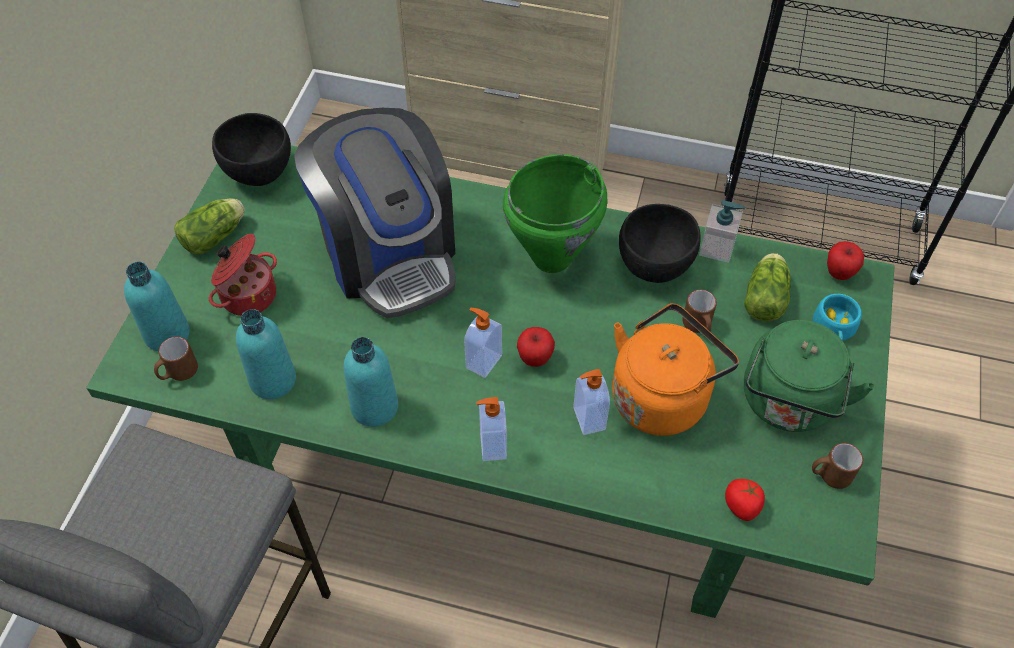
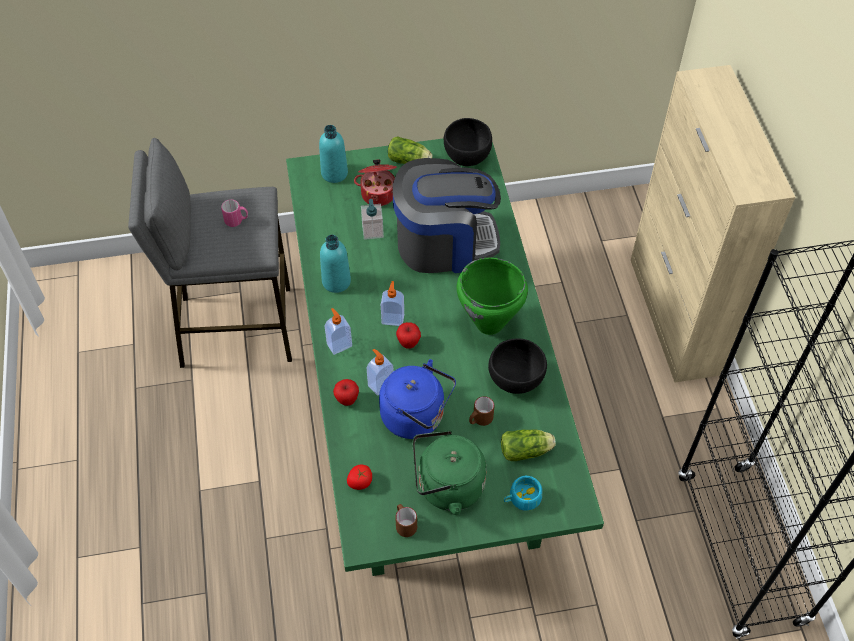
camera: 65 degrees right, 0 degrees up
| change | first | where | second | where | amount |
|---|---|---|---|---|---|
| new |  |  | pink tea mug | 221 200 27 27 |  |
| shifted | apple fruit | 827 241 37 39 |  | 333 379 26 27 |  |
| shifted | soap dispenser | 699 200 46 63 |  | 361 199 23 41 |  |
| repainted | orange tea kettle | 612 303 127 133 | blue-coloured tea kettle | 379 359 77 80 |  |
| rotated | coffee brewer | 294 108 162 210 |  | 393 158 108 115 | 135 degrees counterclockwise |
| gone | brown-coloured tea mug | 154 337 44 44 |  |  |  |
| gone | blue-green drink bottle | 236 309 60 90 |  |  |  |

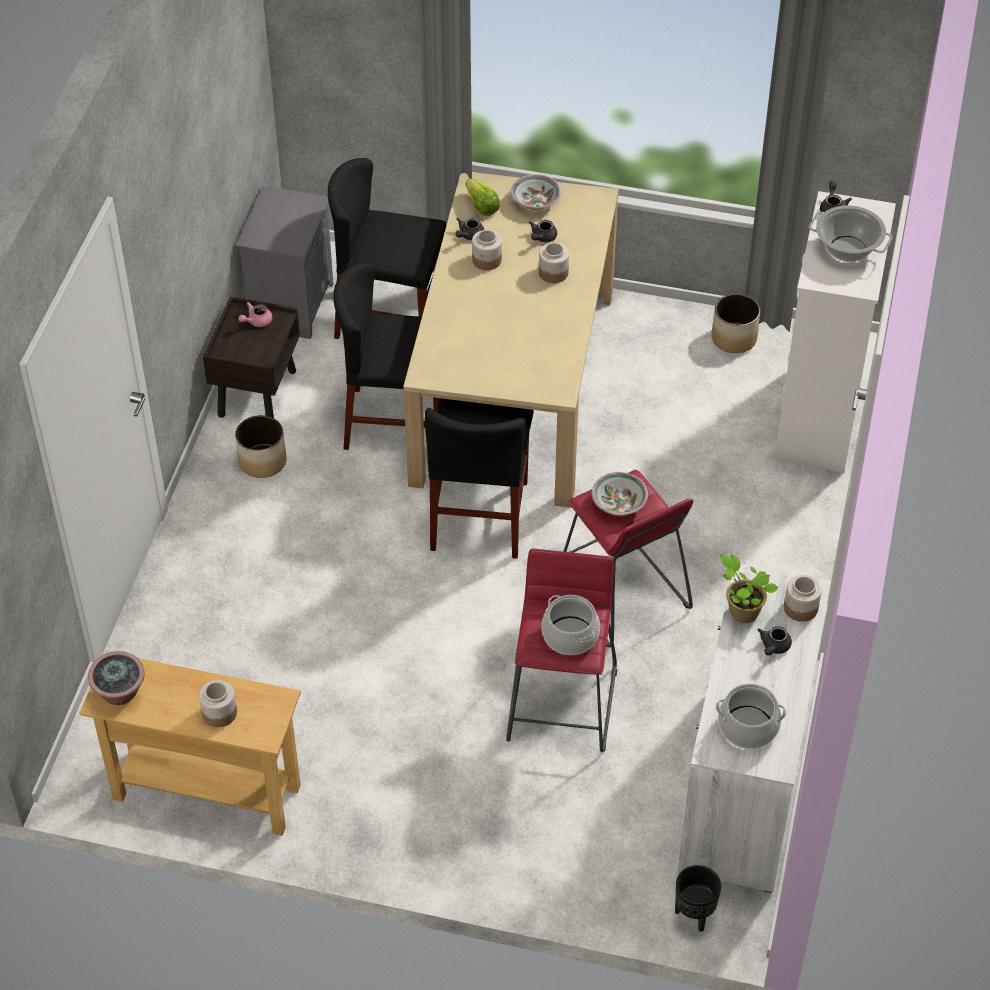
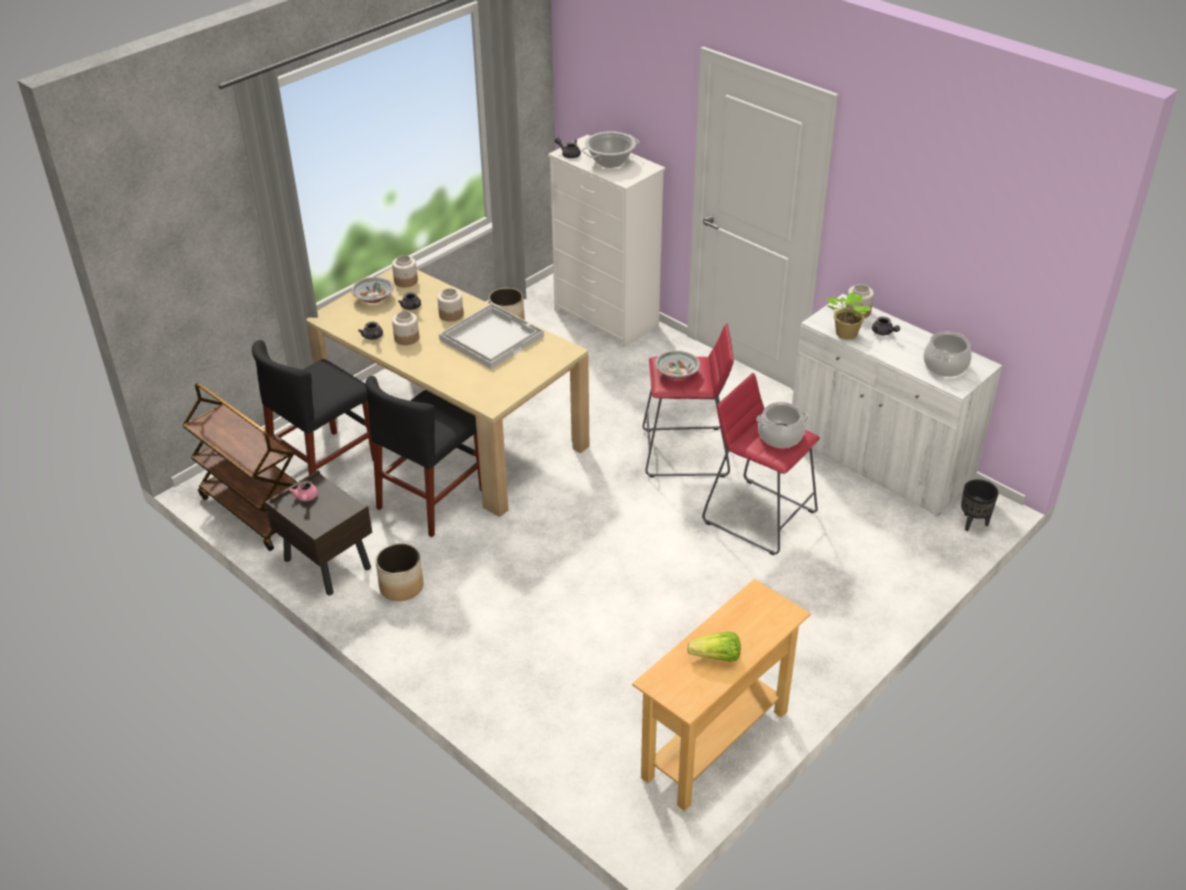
camera: 60 degrees left, 10 degrees down
| change | first | where | second | where | amount |
|---|---|---|---|---|---|
| swapped | gray bedside table | 235 186 98 153 | brown-coloured trolley | 182 383 115 168 |  |
| shifted | preserve jar | 199 680 38 47 |  | 392 255 26 32 |  |
| new |  |  | white-coloured tray | 439 303 105 66 |  |
| shifted | head of lettuce | 466 179 34 37 |  | 687 632 54 30 |  |
| gone | houseplant | 88 651 57 54 |  |  |  |
| gone | black-coloured upright chair | 425 398 109 160 |  |  |  |

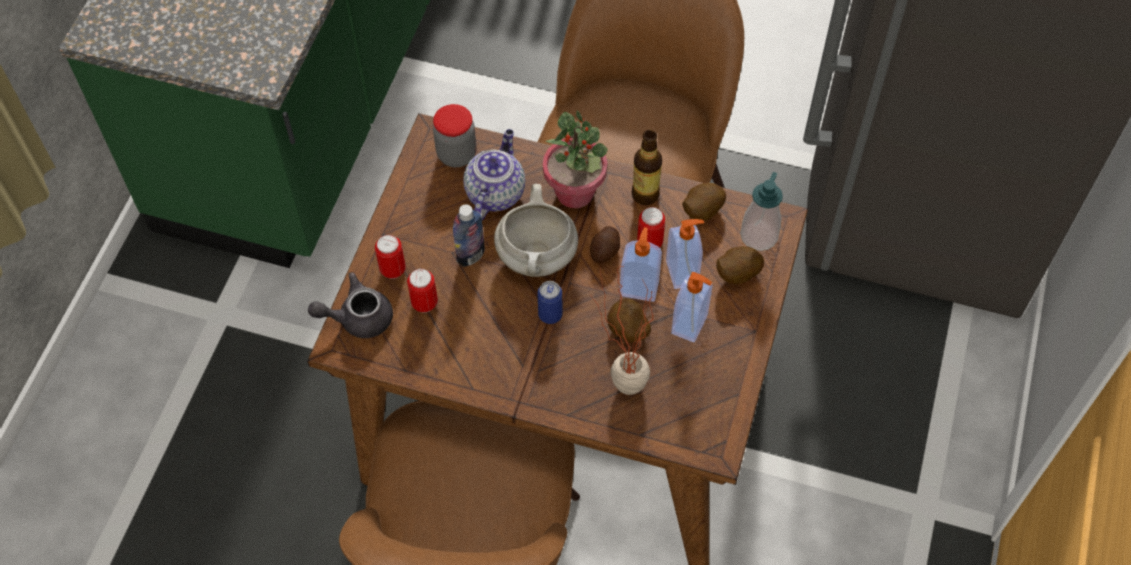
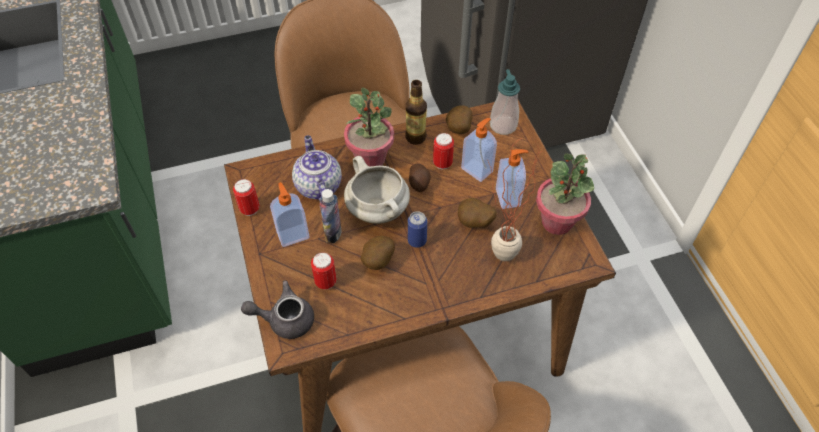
camera: 35 degrees left, 5 degrees down
| change | first | where | second | where | amount |
|---|---|---|---|---|---|
| shifted | sealed can | 375 235 31 44 |  | 233 179 27 37 |  |
| rotated | gray tea pot | 308 272 85 66 |  | 241 280 73 59 | 45 degrees clockwise |
| shifted | soap dispenser | 619 227 43 75 |  | 270 182 40 65 |  |
| shifted | spud | 716 246 48 38 |  | 361 236 34 34 |  |
| new |  |  | houseplant | 536 154 58 81 |  |
| gone | preserve jar | 433 104 43 63 |  |  |  |

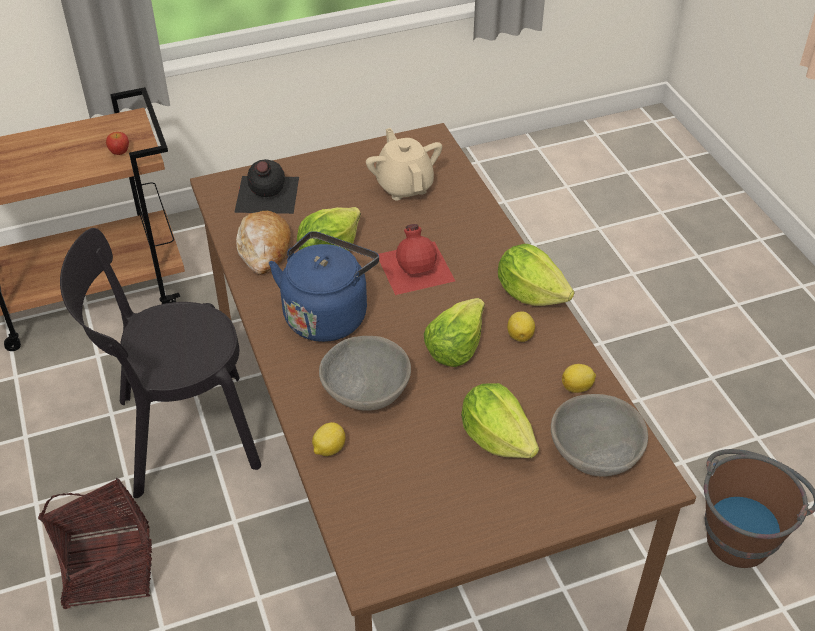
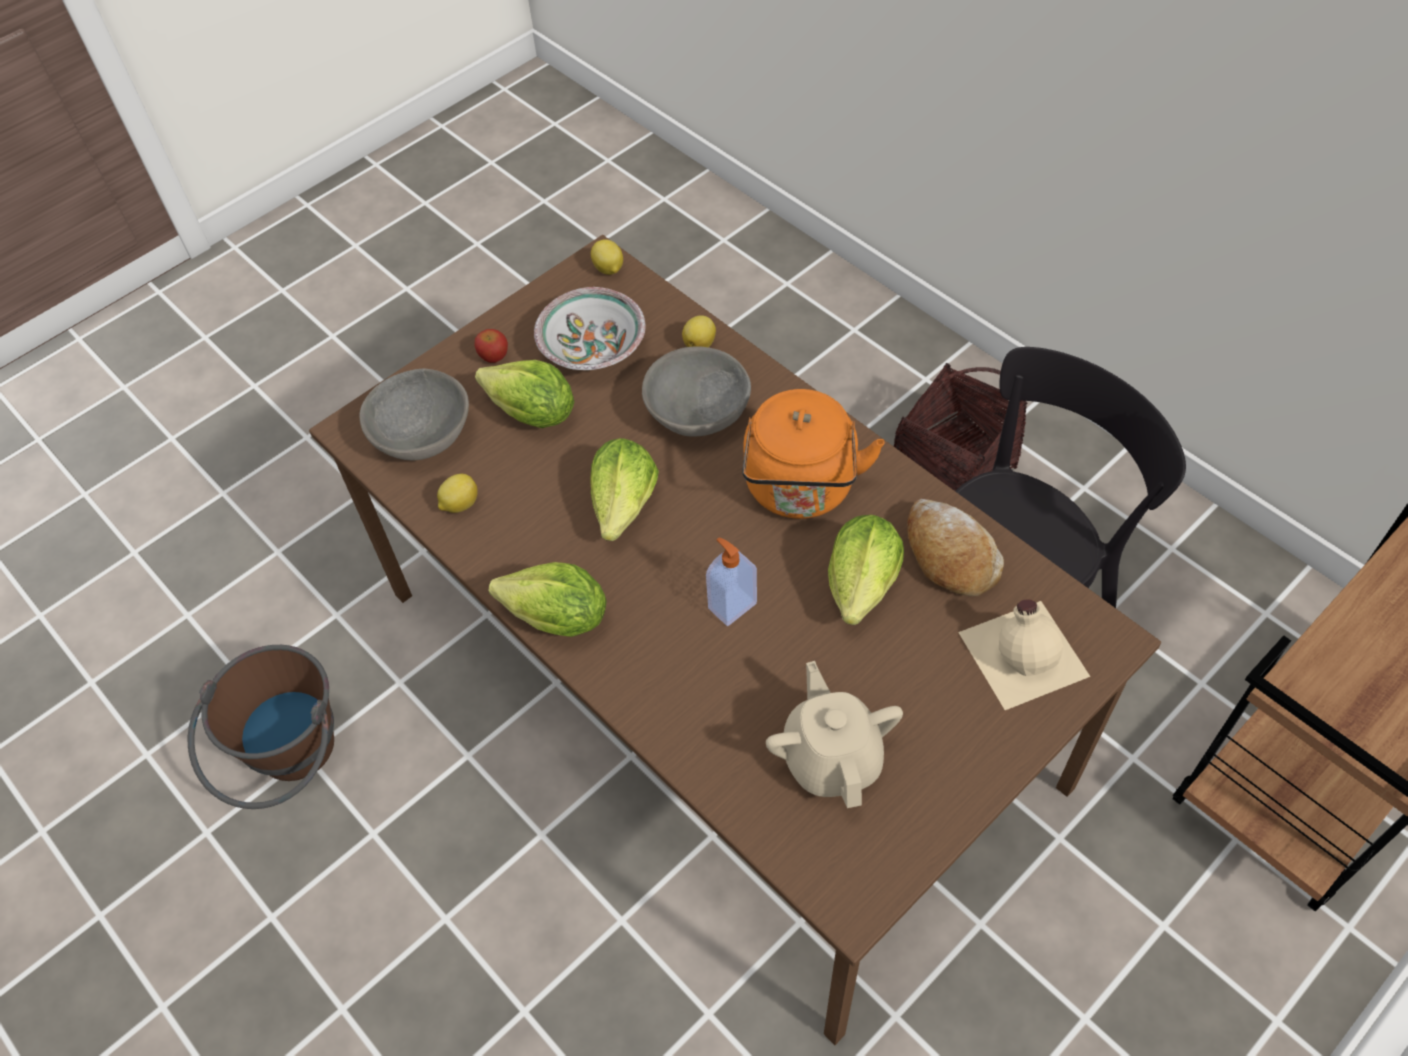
camera: 160 degrees right, 10 degrees up
| change | first | where | second | where | amount |
|---|---|---|---|---|---|
| shifted | apple fruit | 106 132 23 23 |  | 474 329 34 34 |  |
| new |  |  | deep dish | 534 287 111 83 |  |
| shifted | lemon | 507 311 28 31 |  | 591 239 32 36 |  |
| swapped | red-coloured drink bottle | 378 224 77 71 | soap dispenser | 706 538 51 88 |  |
| repainted | blue-coloured tea kettle | 269 231 110 111 | orange tea kettle | 743 389 142 130 |  |
| rotated | sand-coloured tea pot | 366 128 76 72 |  | 766 661 137 147 | 150 degrees counterclockwise |
| repainted | black-coloured drink bottle | 234 159 65 55 | sand-coloured drink bottle | 958 599 133 111 |  |

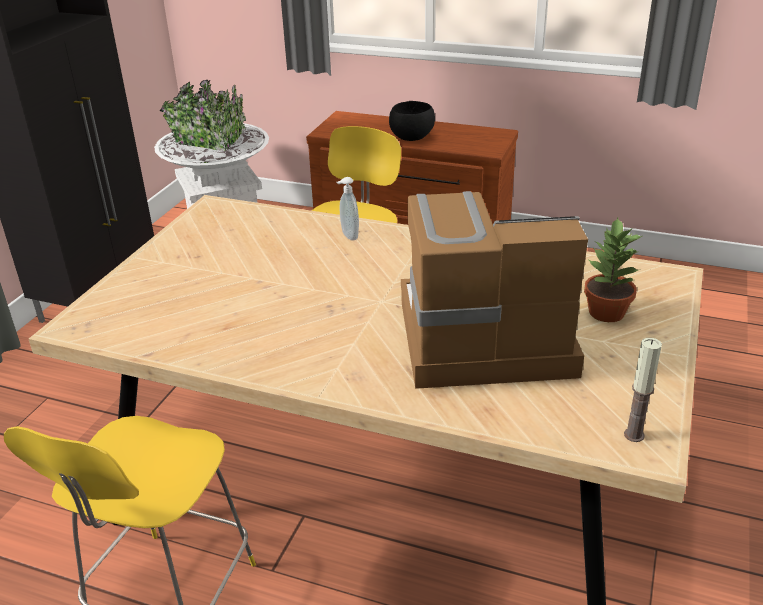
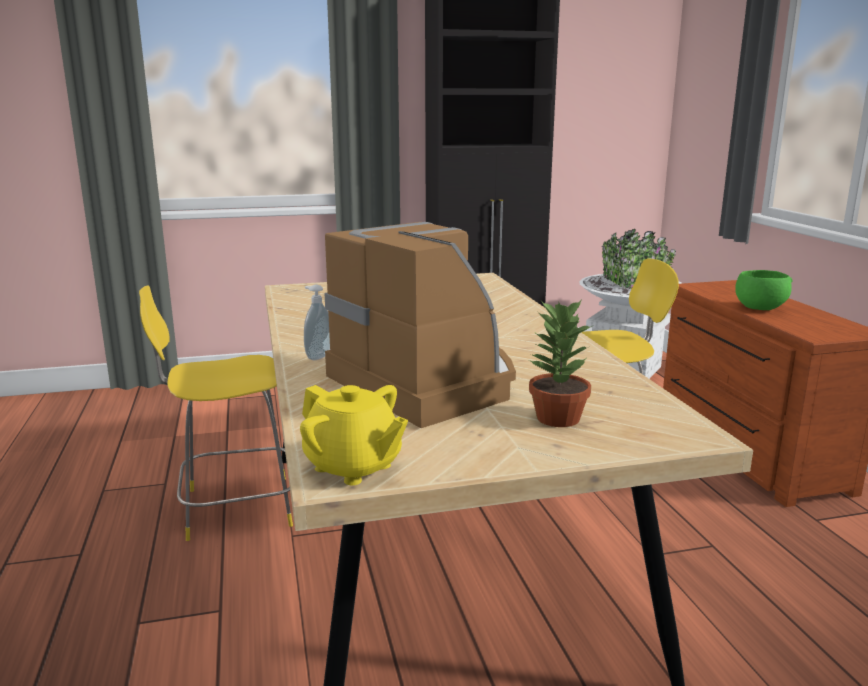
camera: 55 degrees right, 15 degrees down
| change | first | where | second | where | amount |
|---|---|---|---|---|---|
| swapped | wax light | 624 338 38 104 | yellow-coloured tea pot | 300 385 108 100 |  |
| shifted | soap dispenser | 336 177 23 64 |  | 304 284 26 76 |  |
| repainted | black-coloured deep dish | 389 101 46 40 | greenish deep dish | 735 270 58 40 |  |

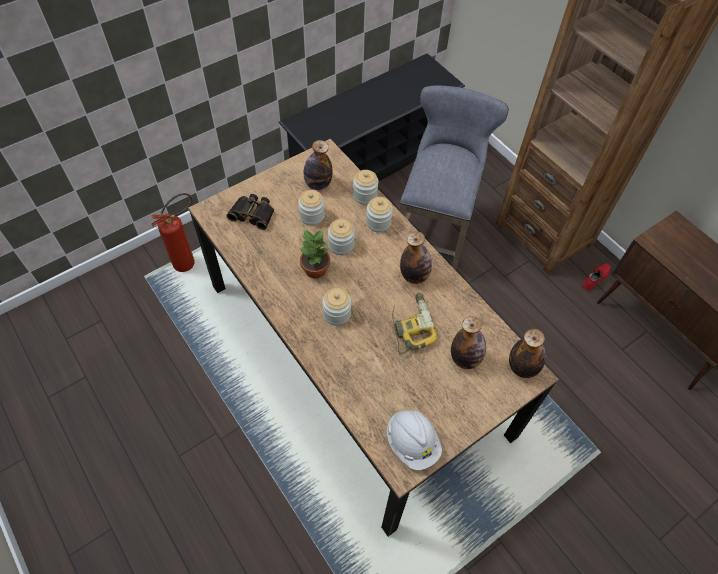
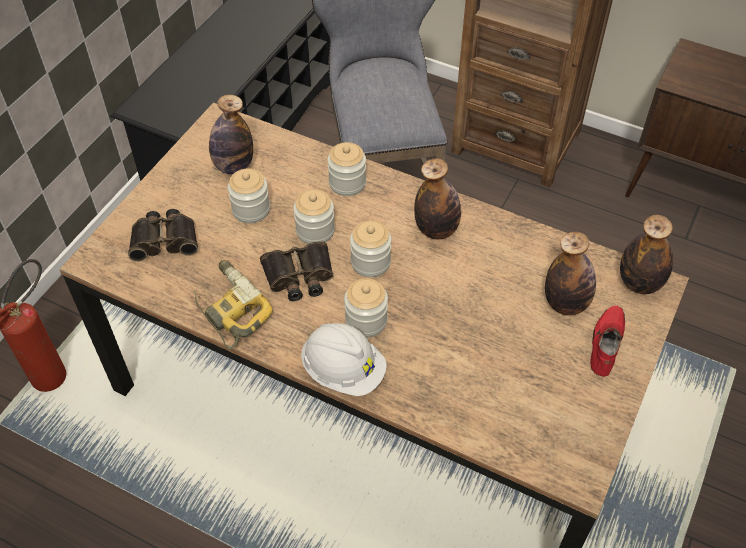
camera: 25 degrees left, 5 degrees down
| change | first | where | second | where | amount |
|---|---|---|---|---|---|
| shifted | drill | 392 293 45 61 |  | 194 260 79 90 |  |
| swapped | houseplant | 300 230 30 49 | binoculars | 260 241 73 60 |  |
| shifted | white-coloured safety helmet | 387 410 55 60 |  | 301 323 86 73 |  |
| shifted | preserve jar | 353 170 25 35 |  | 350 220 41 57 |  |
| shifted | red-coloured low shoe | 583 264 28 26 |  | 590 306 35 71 |  |

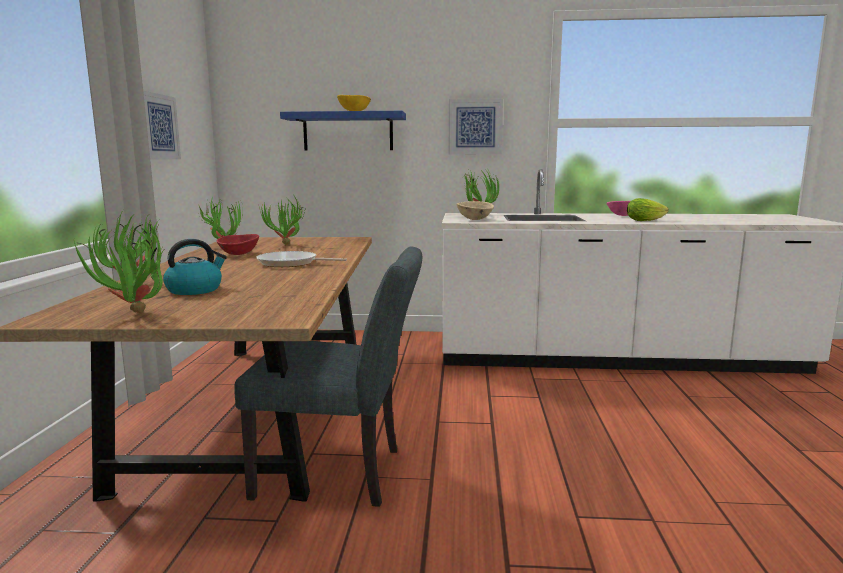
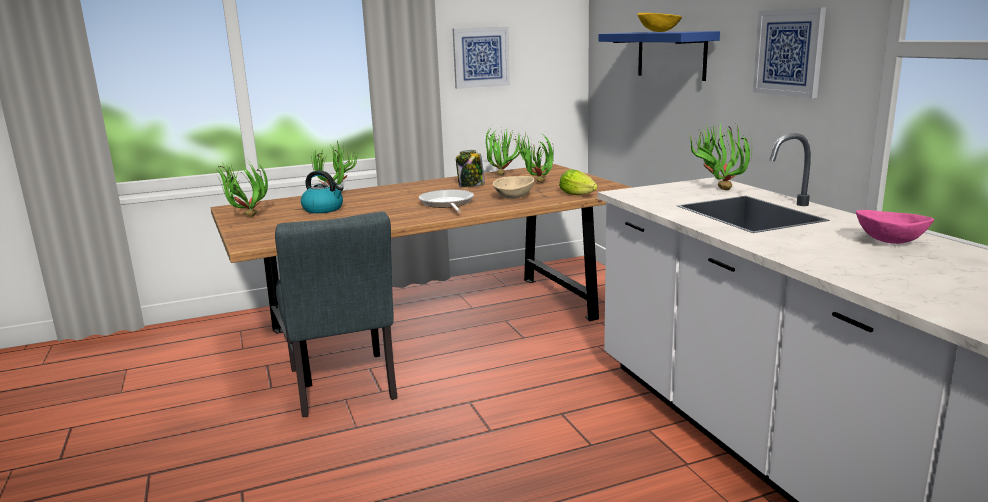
camera: 65 degrees right, 5 degrees up
| change | first | where | second | where | amount |
|---|---|---|---|---|---|
| swapped | red-coloured deep dish | 216 234 43 21 | preserve jar | 456 150 29 37 |  |
| shifted | sand-coloured deep dish | 457 201 37 19 |  | 493 176 42 23 |  |
| shifted | head of lettuce | 627 198 42 23 |  | 559 169 39 26 |  |

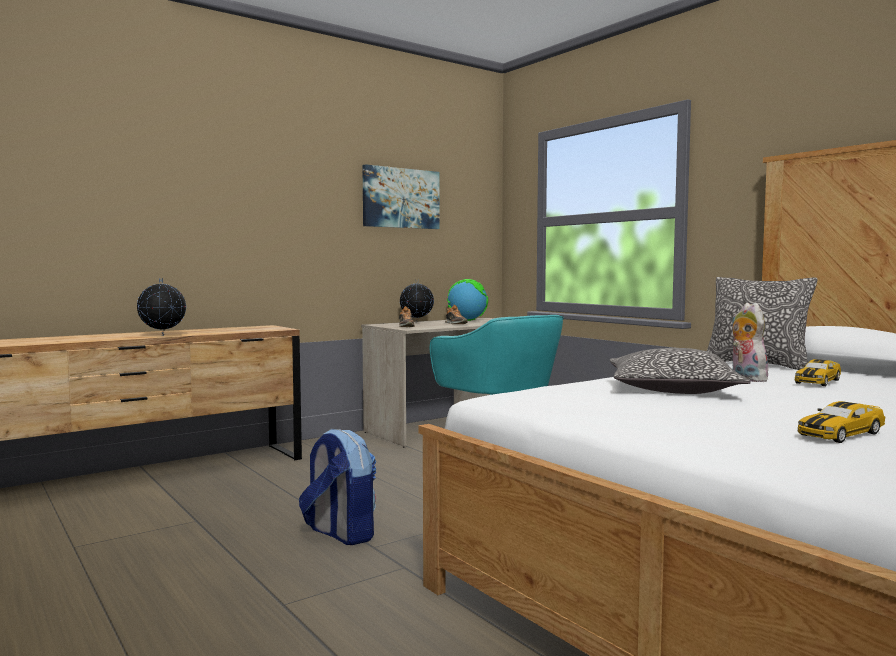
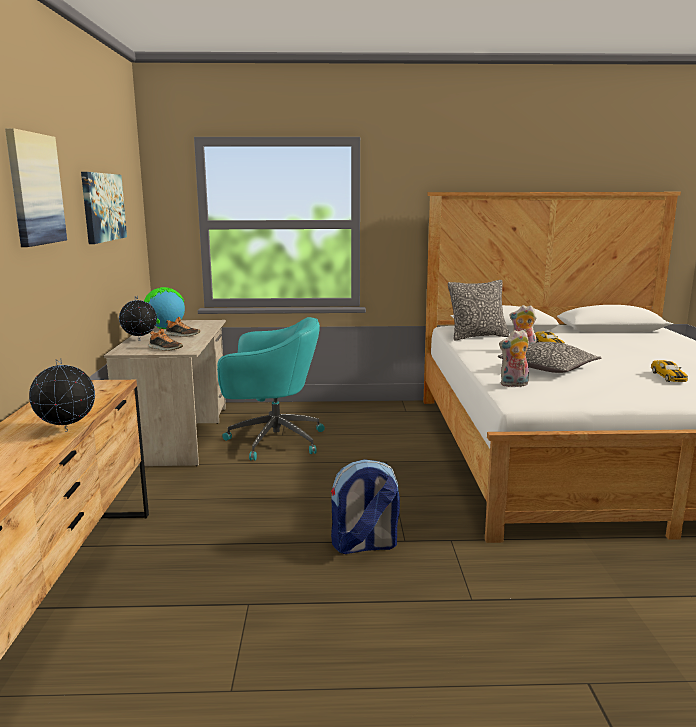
camera: 55 degrees left, 10 degrees up
| change | first | where | second | where | amount |
|---|---|---|---|---|---|
| new |  |  | wall picture | 5 128 62 119 |  |
| new |  |  | plush toy | 499 329 30 58 |  |

